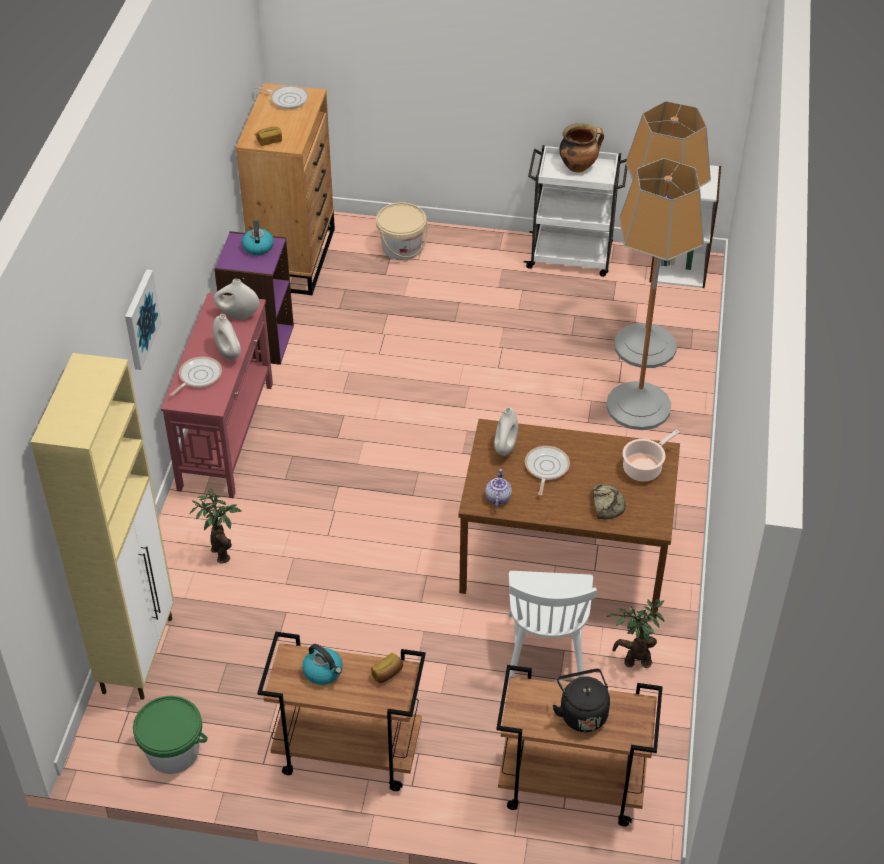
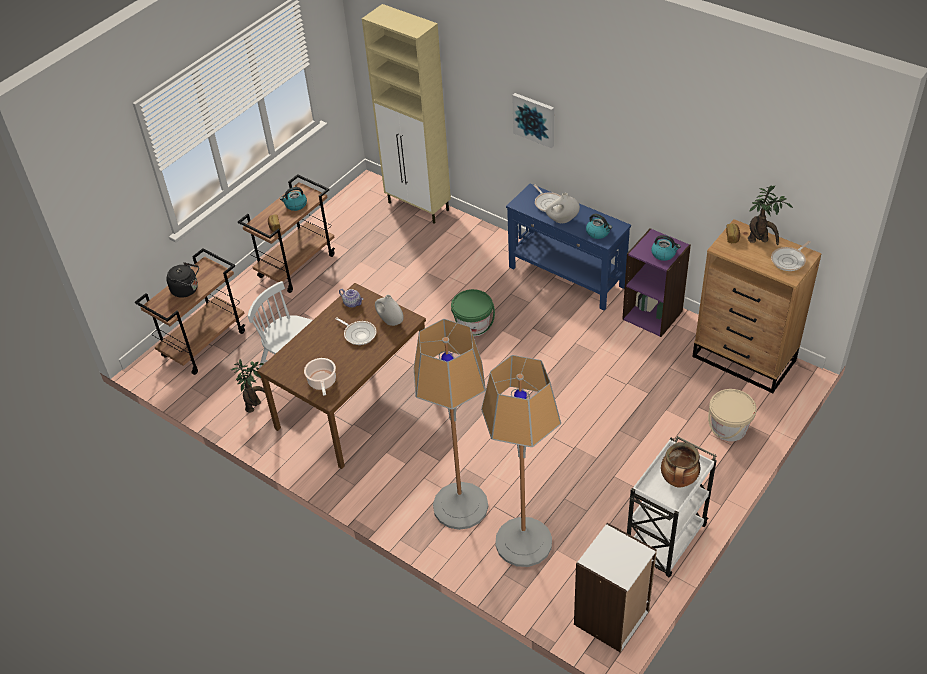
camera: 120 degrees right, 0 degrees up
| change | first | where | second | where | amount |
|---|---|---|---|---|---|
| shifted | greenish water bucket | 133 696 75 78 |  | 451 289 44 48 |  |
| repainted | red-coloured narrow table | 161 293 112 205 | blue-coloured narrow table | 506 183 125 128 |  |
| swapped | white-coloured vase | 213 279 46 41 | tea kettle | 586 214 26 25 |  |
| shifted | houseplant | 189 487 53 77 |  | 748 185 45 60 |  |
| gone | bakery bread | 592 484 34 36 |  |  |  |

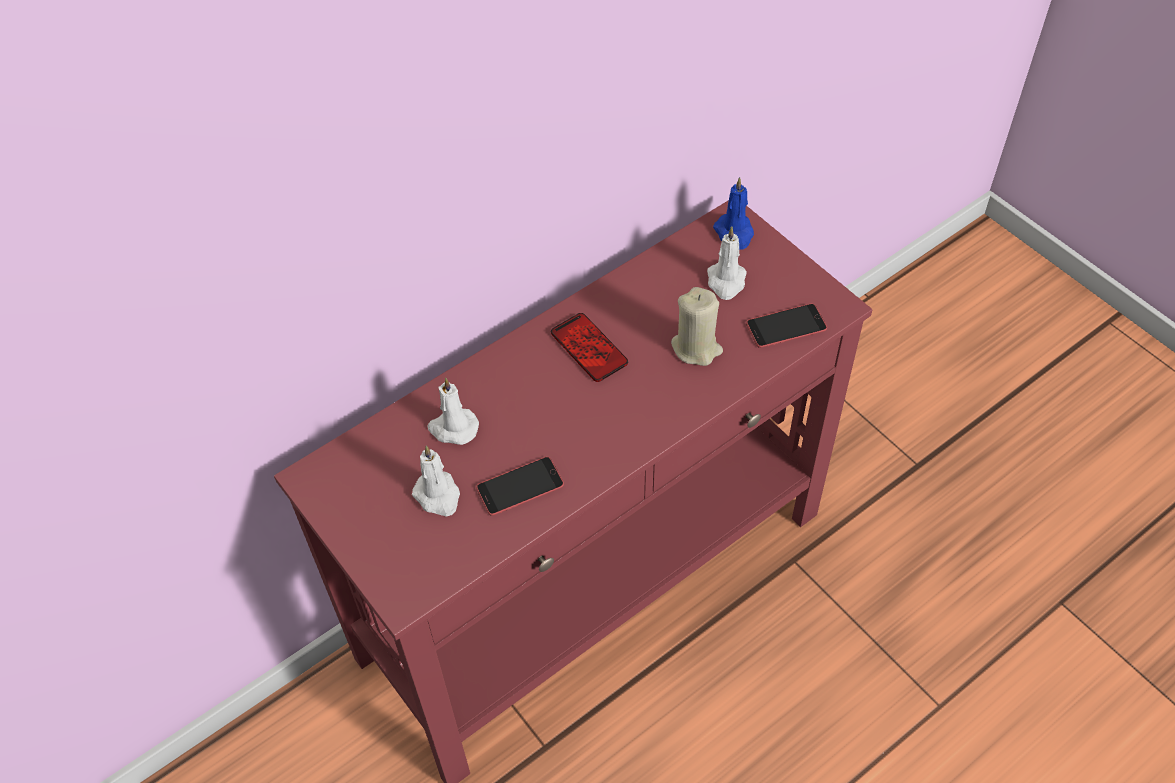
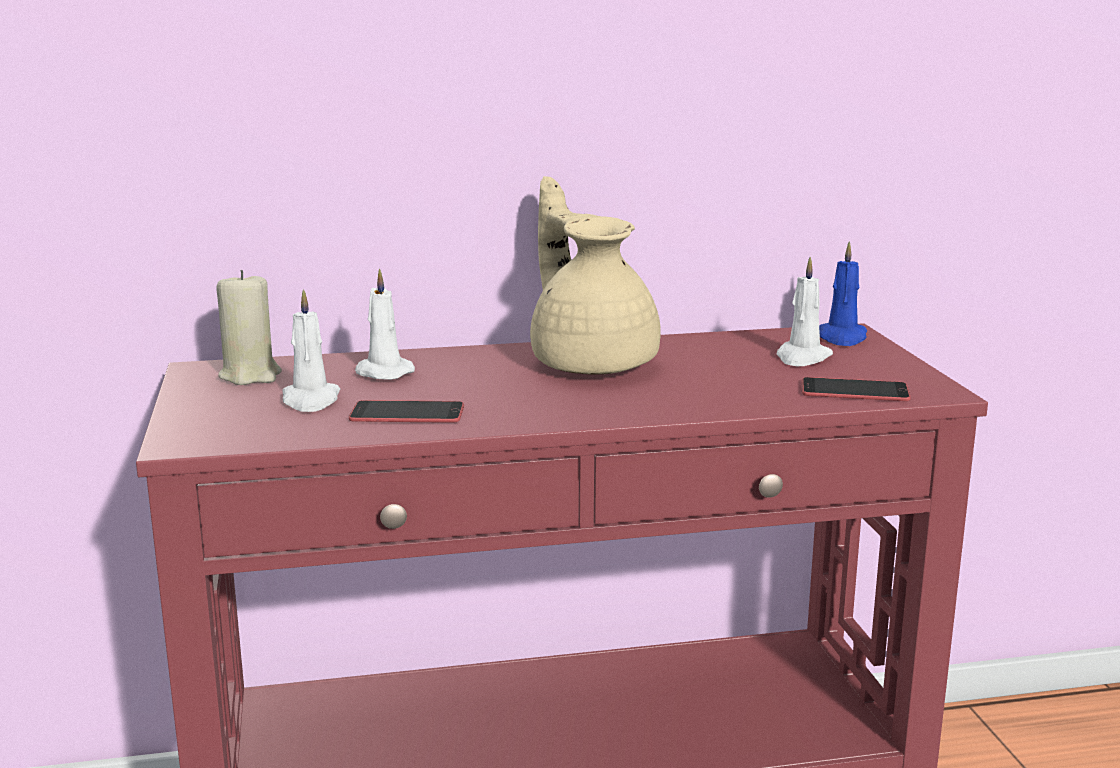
camera: 25 degrees right, 35 degrees down
| change | first | where | second | where | amount |
|---|---|---|---|---|---|
| shifted | sand-coloured wax light | 671 287 52 79 |  | 216 270 66 115 |  |
| swapped | telephone | 551 313 77 69 | sand-coloured tea pot | 530 176 131 199 |  |

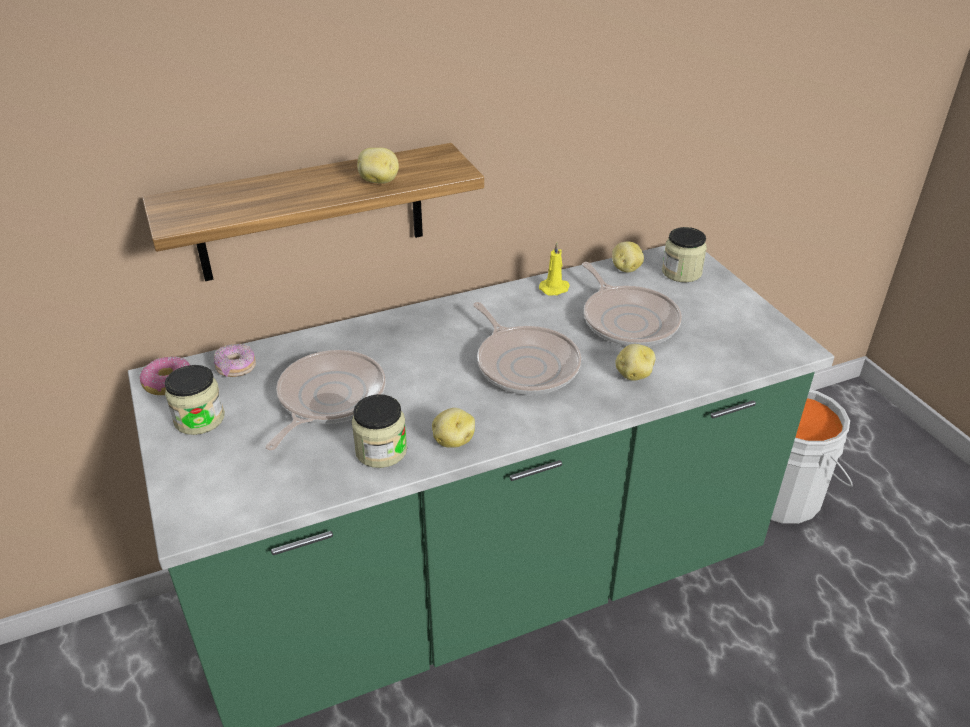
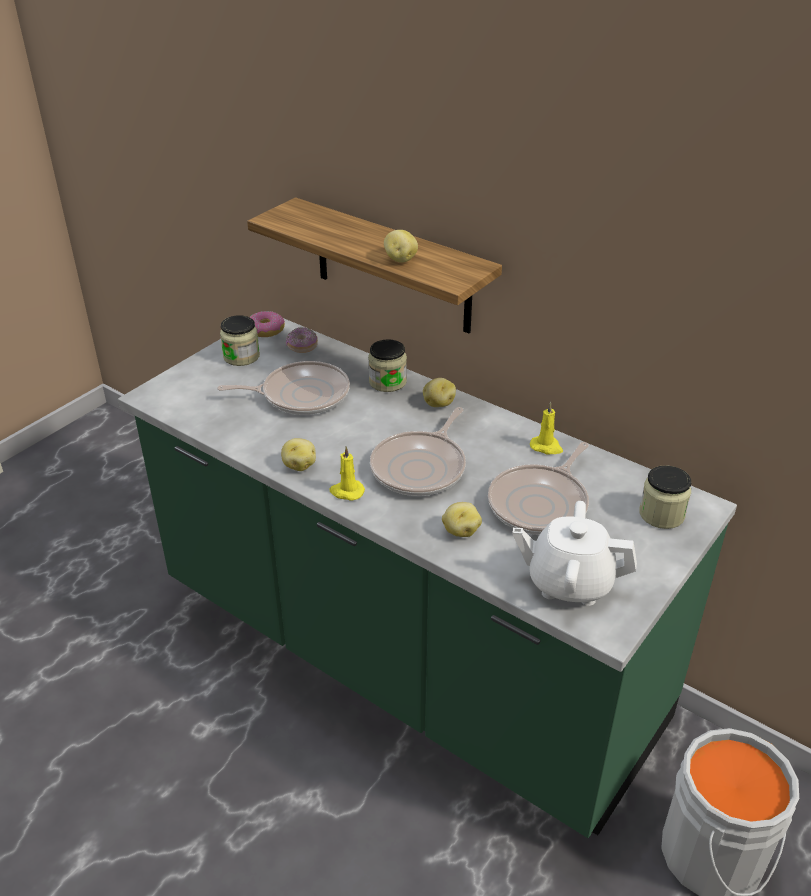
camera: 60 degrees right, 0 degrees up
| change | first | where | second | where | amount |
|---|---|---|---|---|---|
| new |  |  | yellow-coloured wax light | 330 446 35 55 |  |
| shifted | preserve jar | 351 394 56 74 |  | 368 339 39 53 |  |
| shifted | spud | 612 242 32 31 |  | 423 378 33 29 |  |
| new |  |  | white-coloured tea pot | 512 501 125 105 |  |

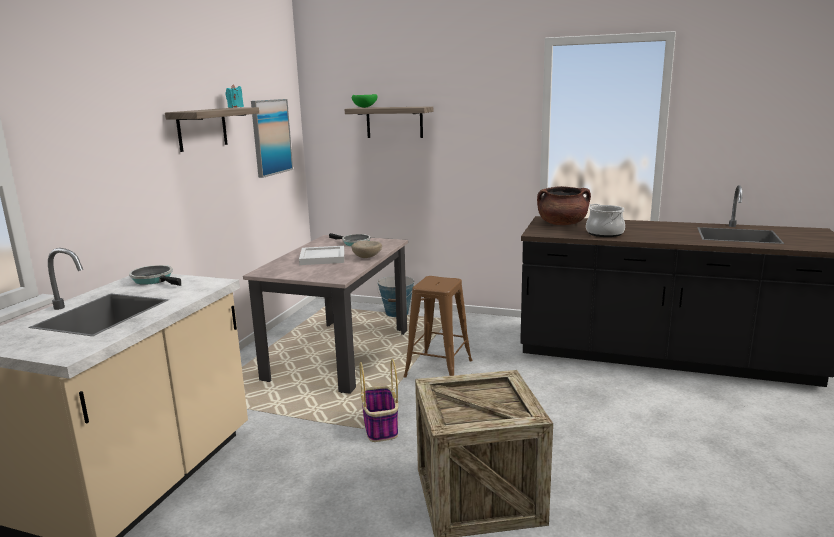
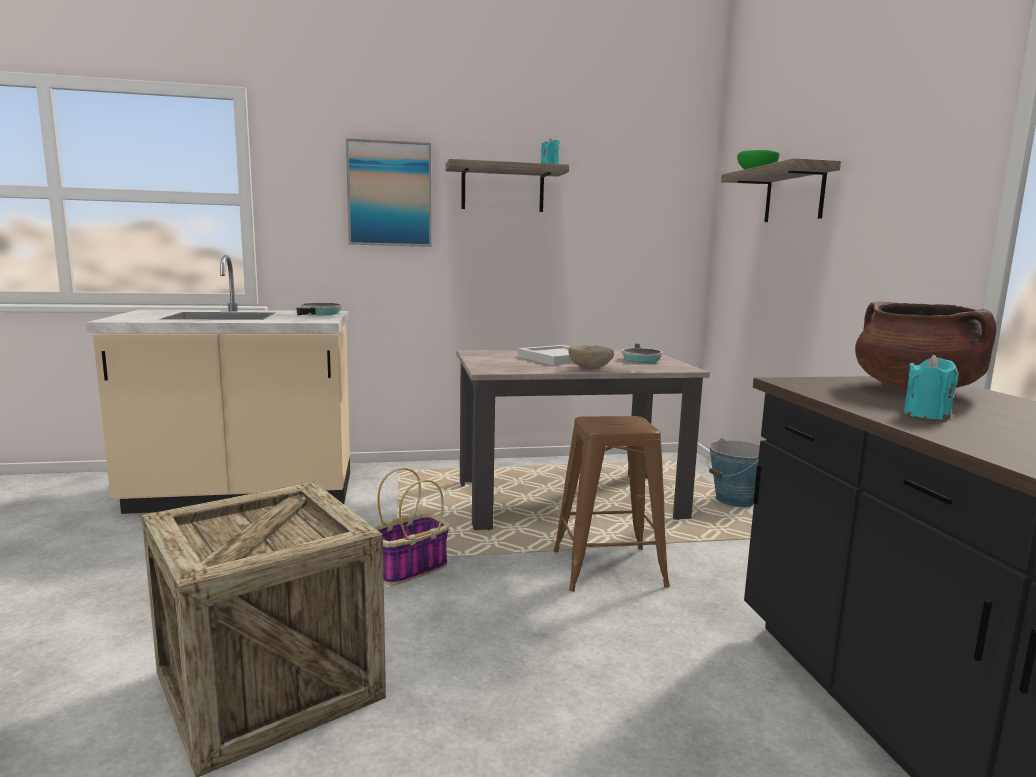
camera: 60 degrees right, 5 degrees down
| change | first | where | second | where | amount |
|---|---|---|---|---|---|
| shifted | wall picture | 251 99 42 79 |  | 346 138 86 109 |  |
| swapped | stockpot | 586 204 39 33 | blue-green wax light | 904 355 55 65 |  |

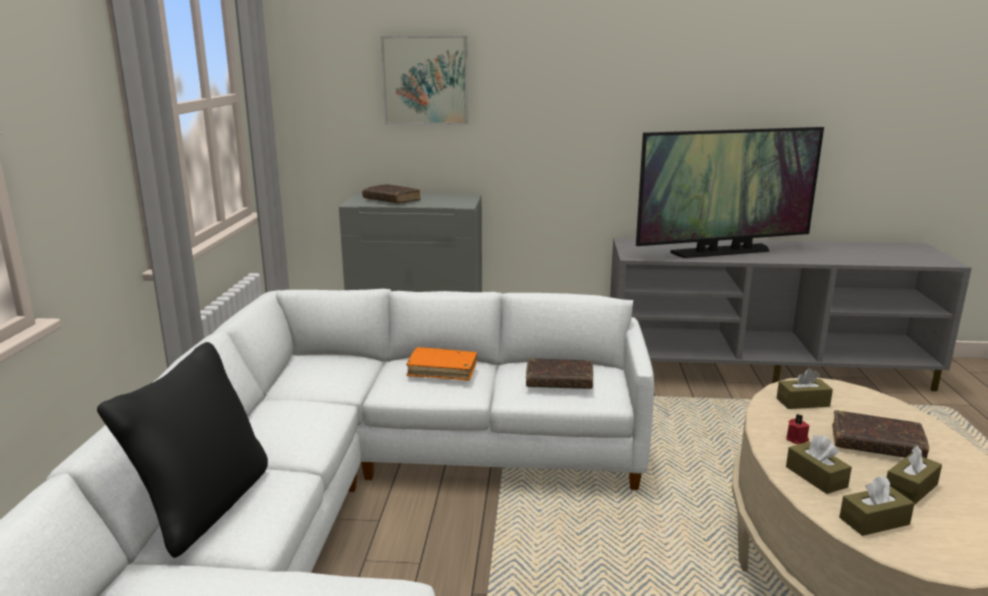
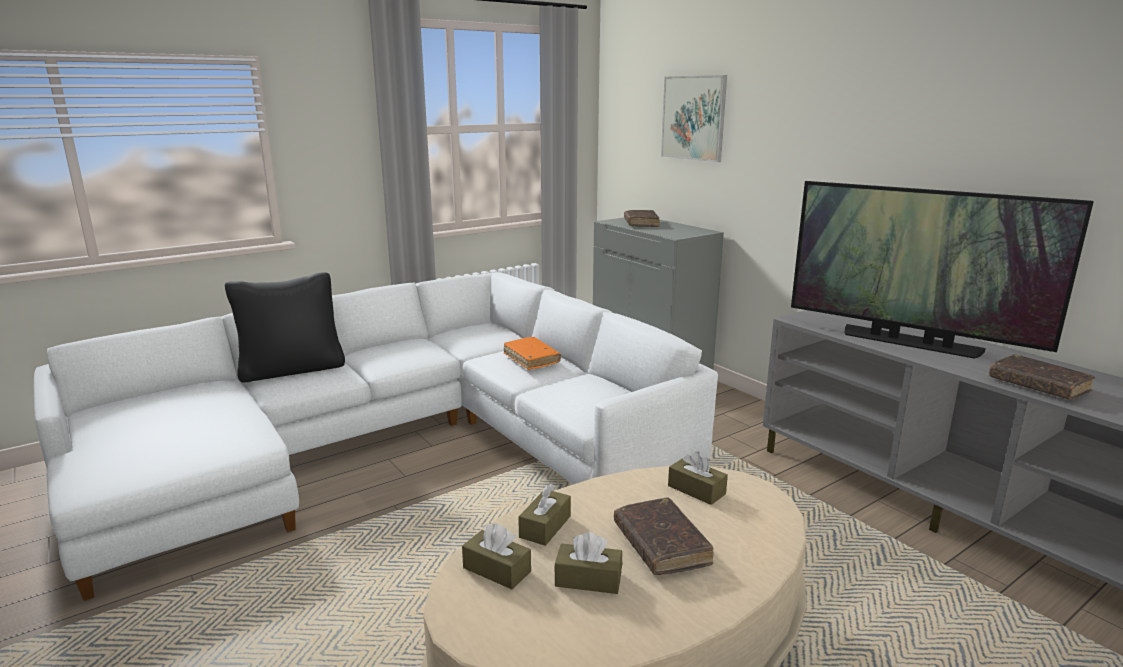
camera: 50 degrees right, 0 degrees up
| change | first | where | second | where | amount |
|---|---|---|---|---|---|
| shifted | brown-coloured volume | 526 358 67 31 |  | 989 354 106 46 |  |
| gone | red-coloured wax light | 786 414 23 30 |  |  |  |

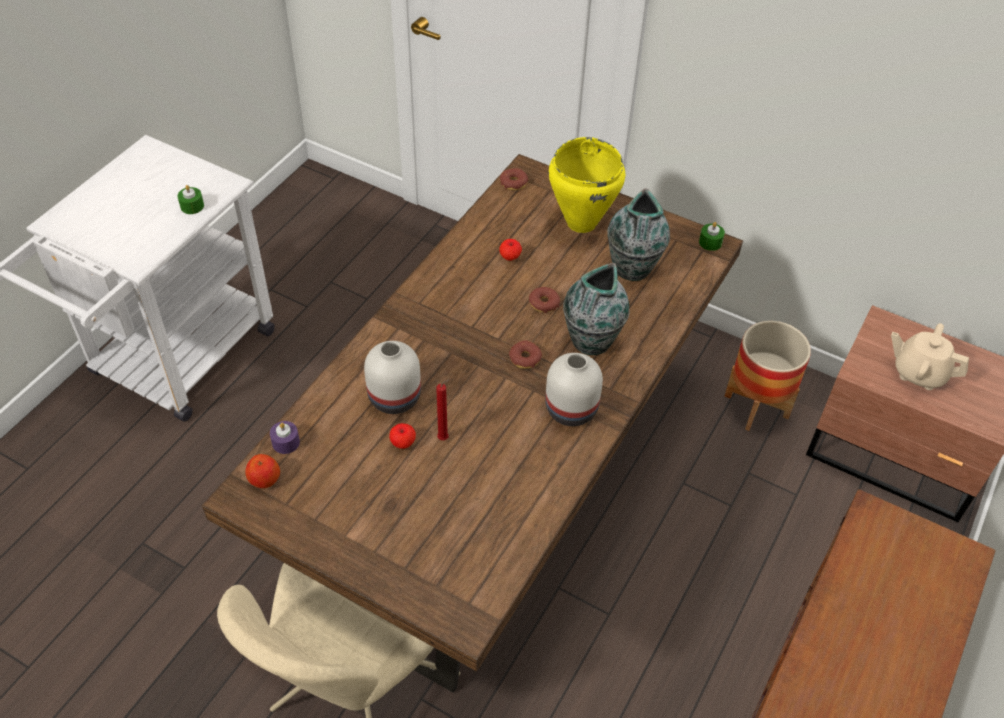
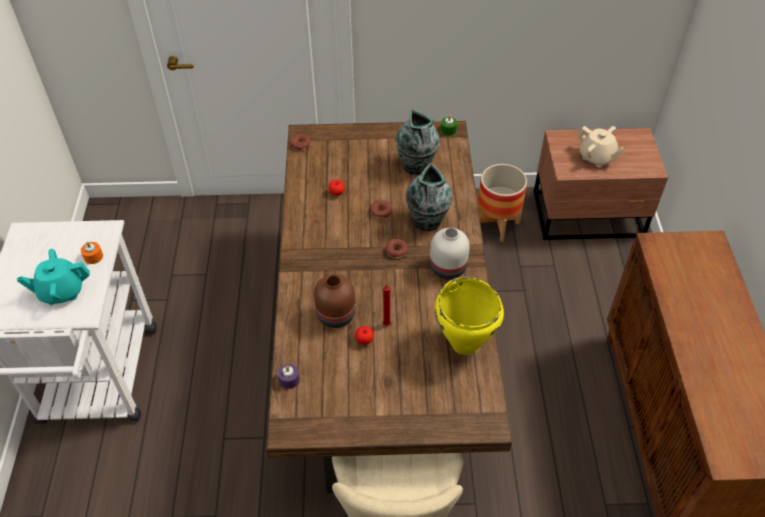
camera: 30 degrees left, 0 degrees up
| change | first | where | second | where | amount |
|---|---|---|---|---|---|
| new |  |  | blue-green tea pot | 17 249 73 56 |  |
| repainted | greenish wax light | 177 185 27 29 | orange wax light | 81 242 22 22 |  |
| repainted | white-coloured vase | 364 341 57 73 | brown-coloured vase | 314 274 41 54 |  |
| shifted | yellow-coloured stockpot | 549 137 76 96 |  | 435 277 69 78 |  |
| rotated | sand-coloured tea pot | 891 323 78 67 |  | 577 126 49 41 | 135 degrees counterclockwise |
| gone | apple fruit | 245 454 35 34 |  |  |  |

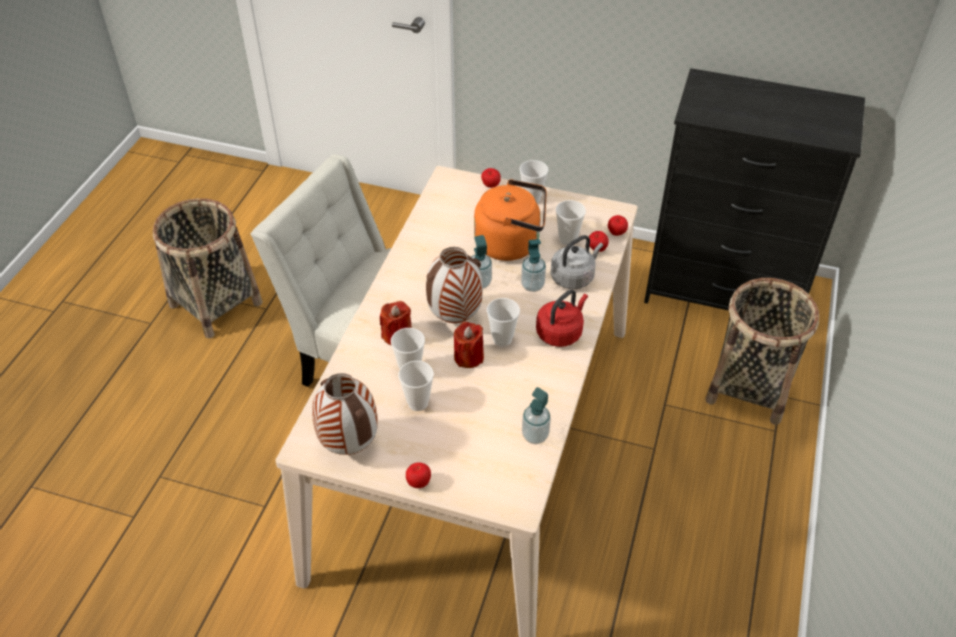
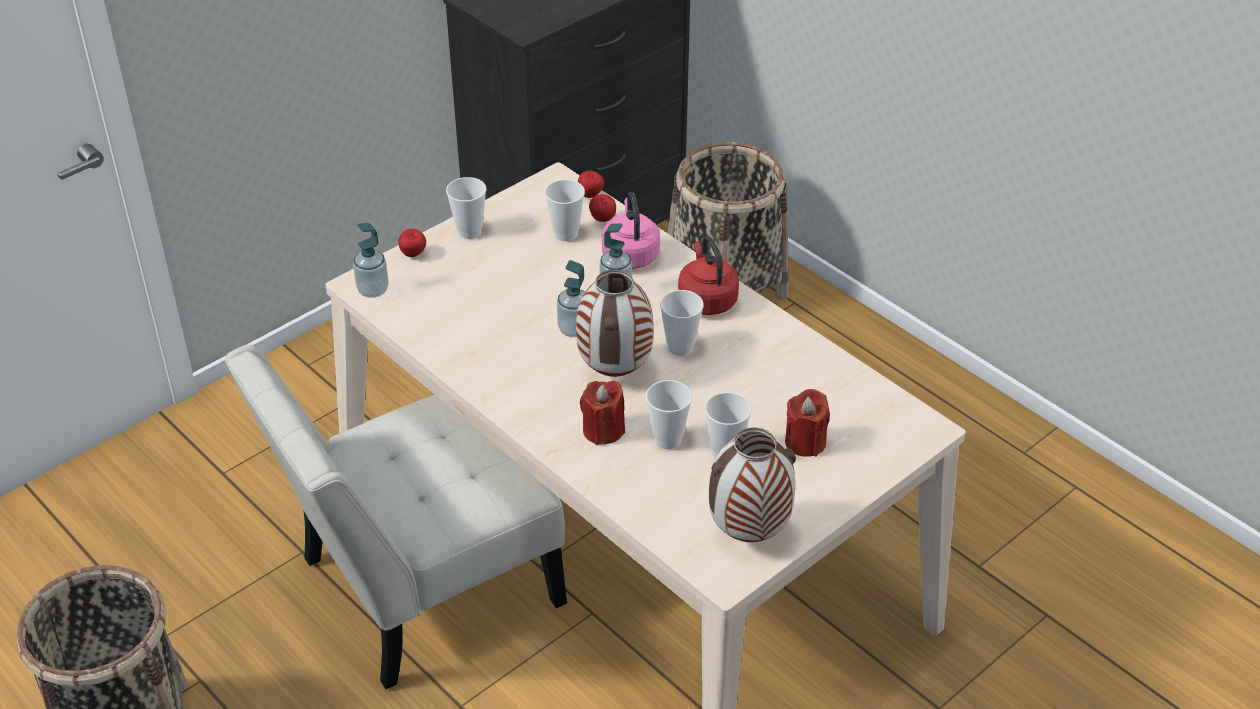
camera: 60 degrees left, 5 degrees down
| change | first | where | second | where | amount |
|---|---|---|---|---|---|
| shifted | soap dispenser | 522 387 29 57 |  | 353 223 36 75 |  |
| repainted | gray tea kettle | 550 235 53 54 | pink tea kettle | 602 192 58 77 |  |
| shifted | red-coloured wax light | 454 322 30 46 |  | 785 389 45 68 |  |
| gone | apple fruit | 406 462 25 26 |  |  |  |
| gone | orange tea kettle | 474 179 73 82 |  |  |  |

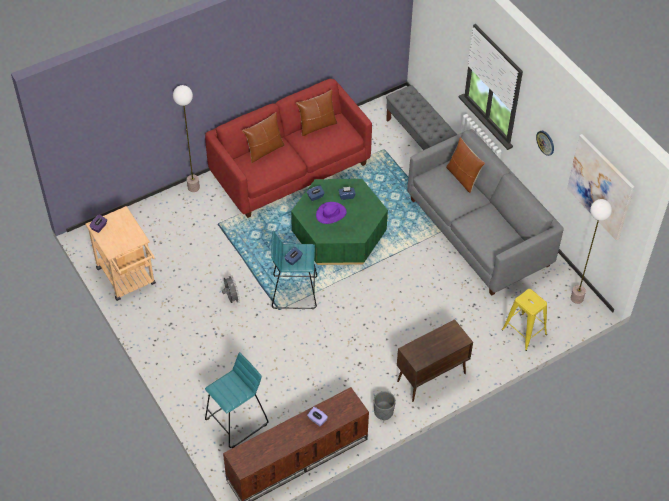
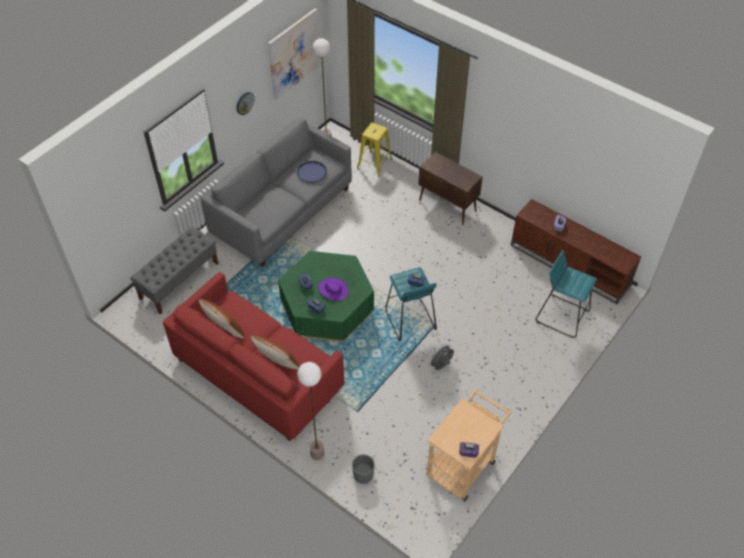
camera: 110 degrees left, 0 degrees up
| change | first | where | second | where | amount |
|---|---|---|---|---|---|
| new |  |  | blue-coloured tray | 296 160 31 23 |  |
| shifted | gray plant pot | 374 391 22 29 |  | 352 454 23 30 |  |
| gone | brown-coloured pillow | 446 137 39 56 |  |  |  |

